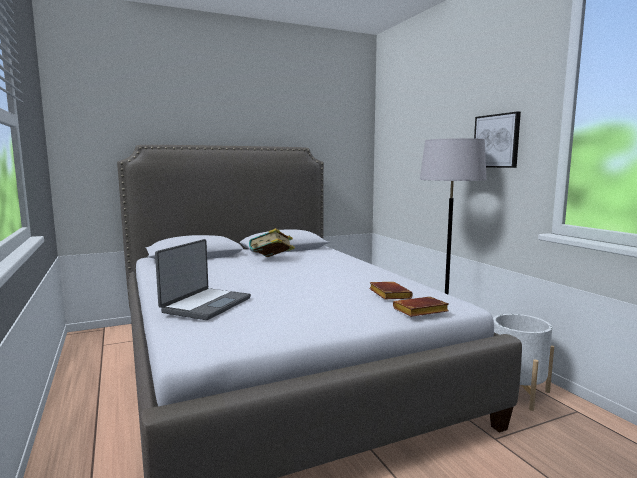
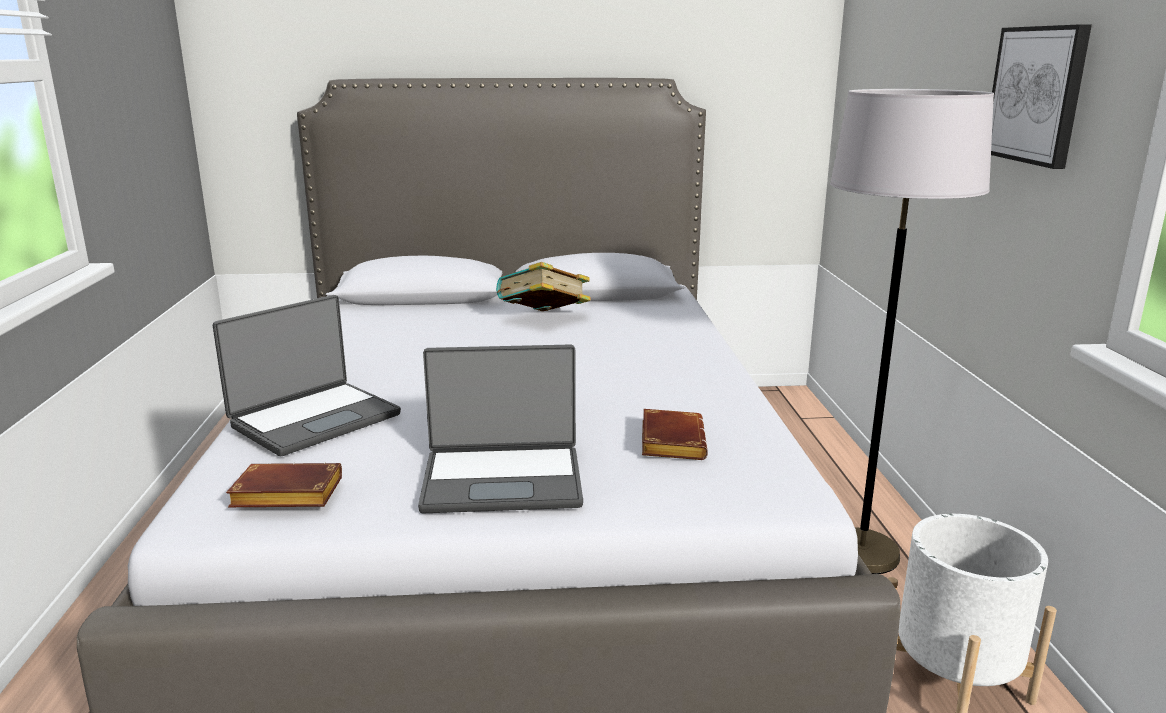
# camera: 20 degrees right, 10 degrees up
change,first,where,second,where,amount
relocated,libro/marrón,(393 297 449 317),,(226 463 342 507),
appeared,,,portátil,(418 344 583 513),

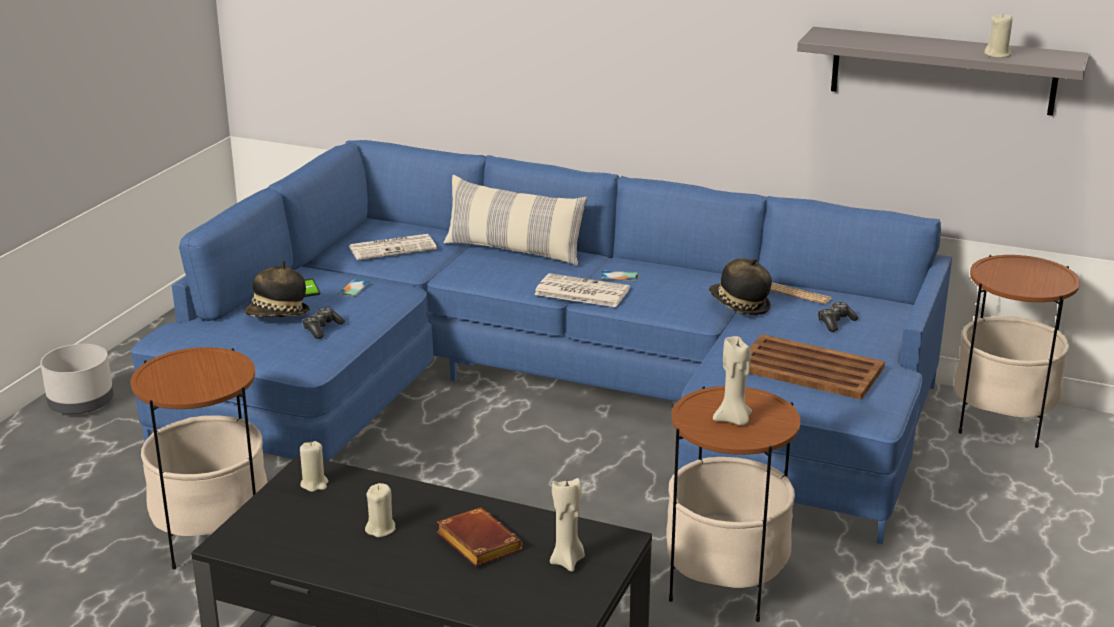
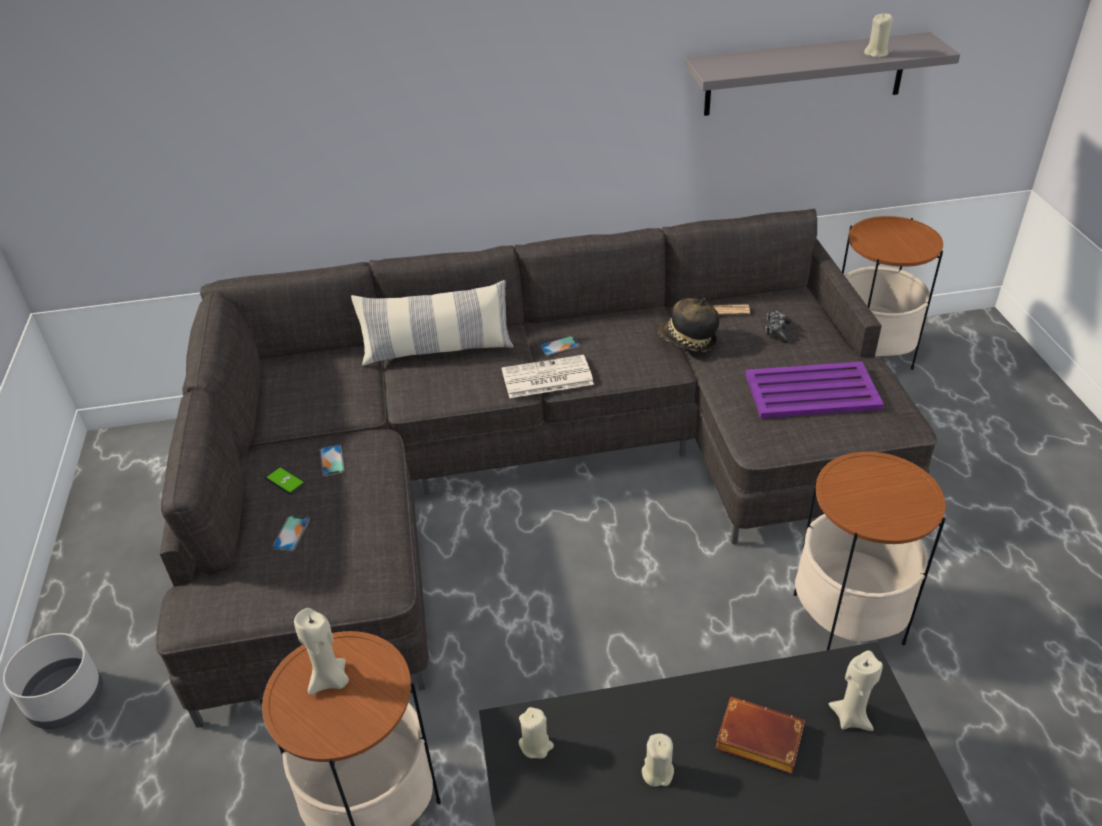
# camera: 30 degrees left, 15 degrees up
change,first,where,second,where,amount
colour,sofá/azul,(131 140 952 544),sofá/gris,(156 208 937 728),
missing,periódico,(349 234 437 260),,,
exchanged,sombrero,(245 260 310 318),móvil,(272 516 310 551),
missing,mando de consola,(302 307 345 339),,,
colour,bandeja/marrón,(749 334 885 400),bandeja/morado,(745 361 884 418),
relocated,vela/beis,(713 336 752 425),,(294 608 349 695),

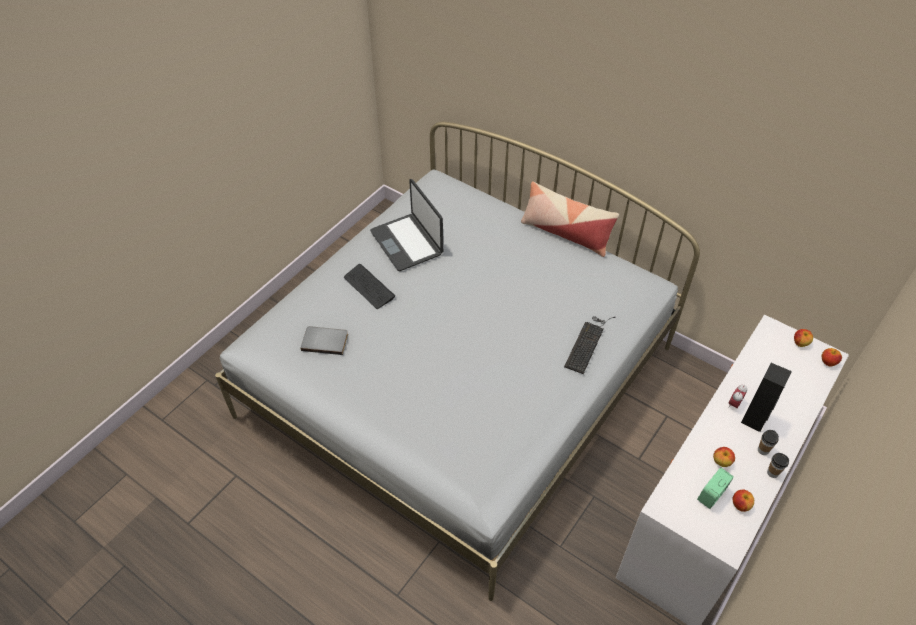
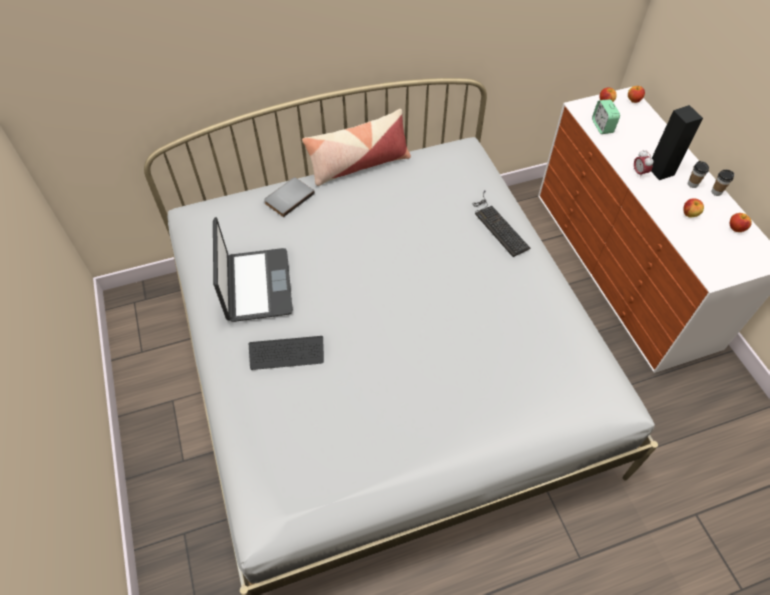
# camera: 55 degrees left, 5 degrees up
change,first,where,second,where,amount
spun,portátil,(370 179 443 271),,(213 217 293 322),105 degrees counterclockwise
relocated,libro/gris,(301 326 348 355),,(264 177 315 217),
relocated,despertador,(697 467 734 509),,(592 99 620 134),

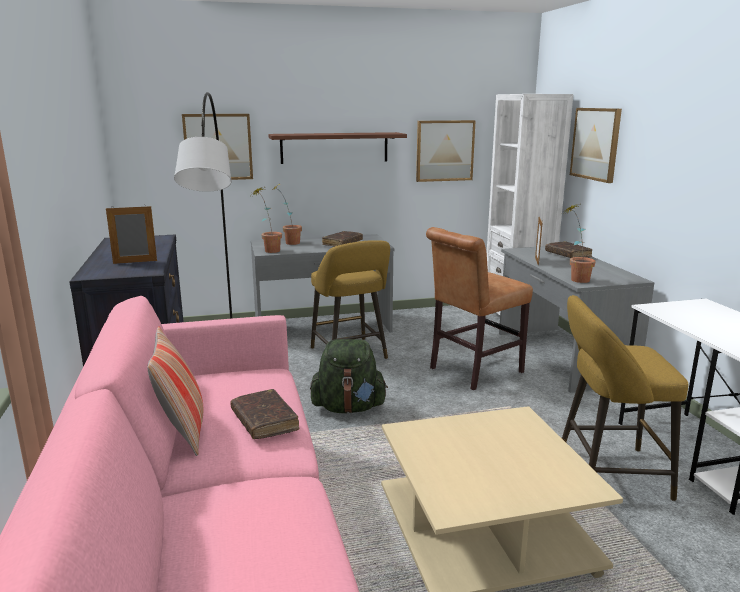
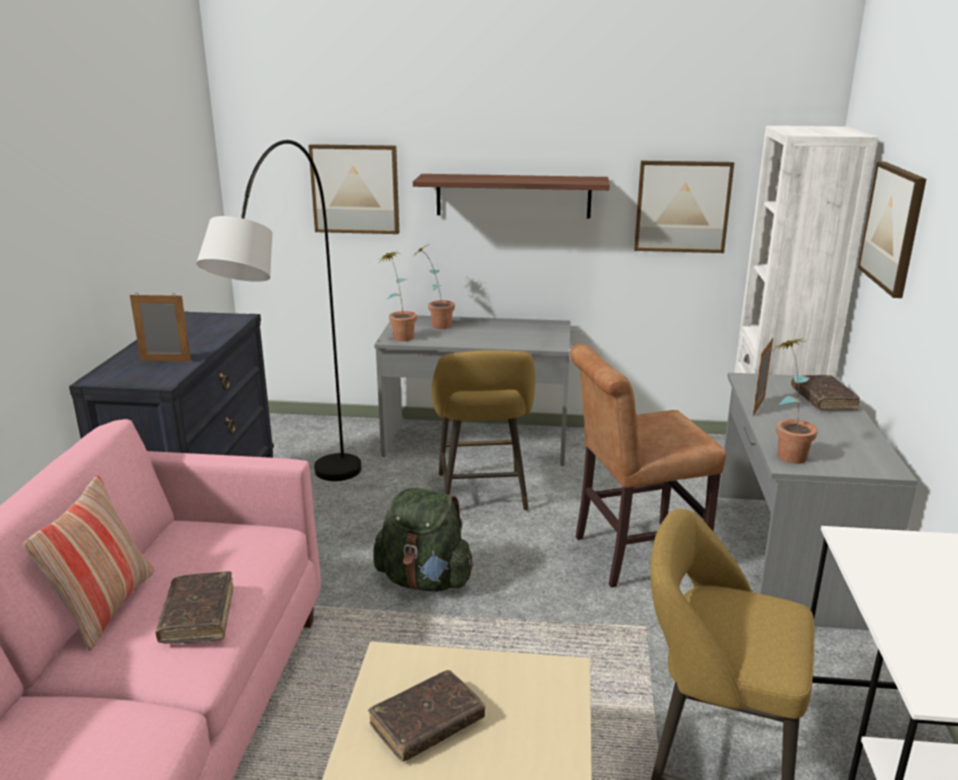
# camera: 20 degrees right, 5 degrees up
change,first,where,second,where,amount
relocated,libro/marrón,(322 231 363 246),,(368 670 485 762),

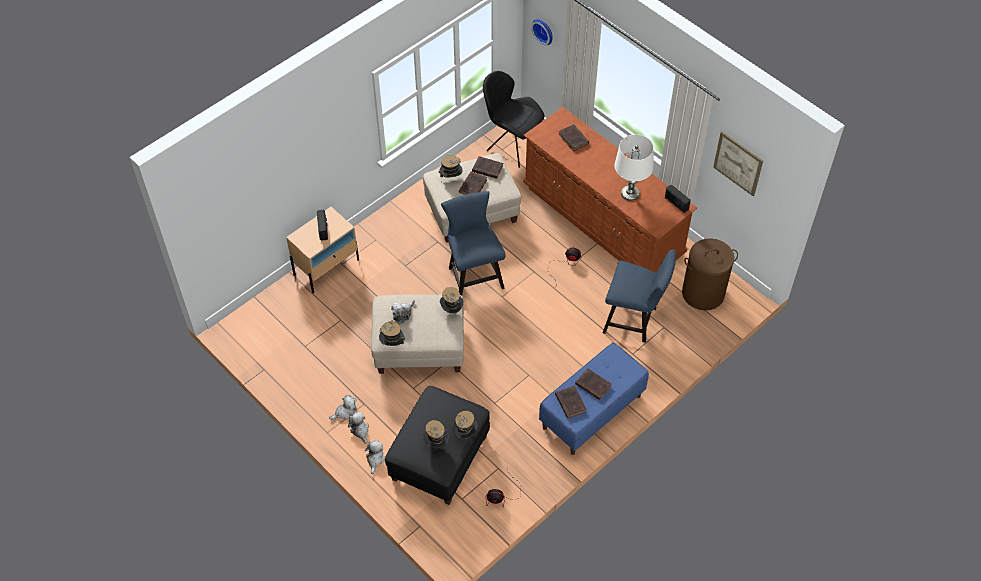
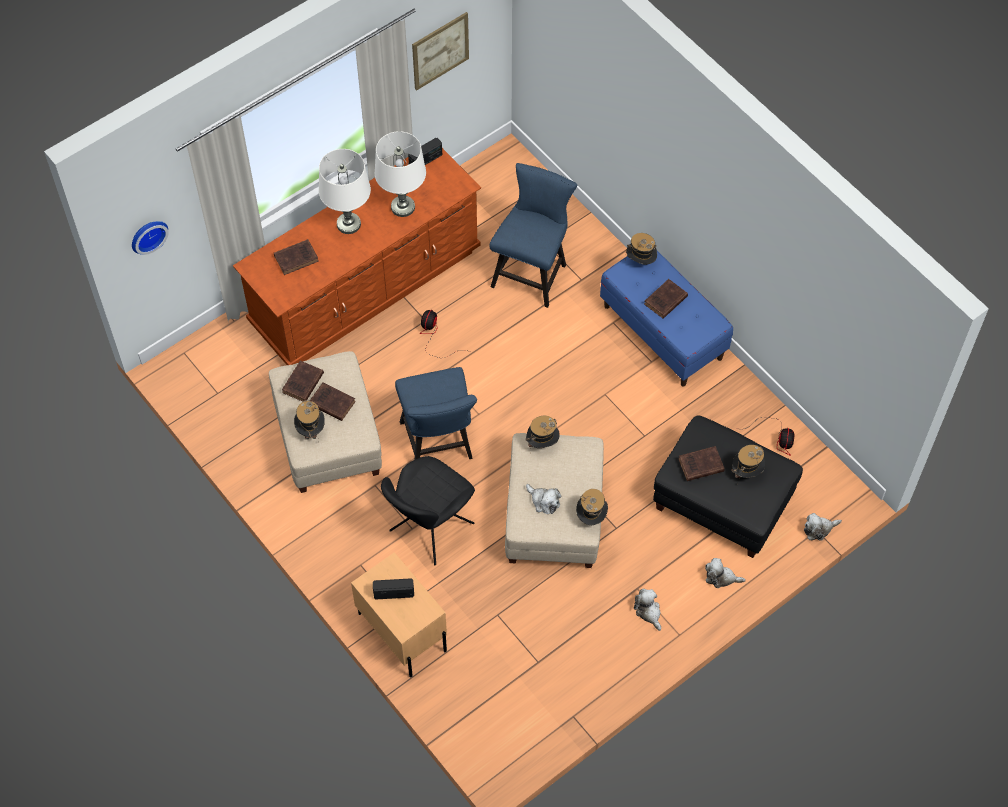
# camera: 85 degrees left, 5 degrees up
change,first,where,second,where,amount
relocated,silla/negro,(483 71 544 168),,(381 456 475 565),
spun,silla/azul,(441 191 505 295),,(395 367 477 459),90 degrees counterclockwise
missing,cesto de la ropa/marrón,(682 238 738 310),,,
relocated,libro/marrón,(555 385 587 419),,(678 446 725 481),
relocated,sombrero,(452 411 478 439),,(625 233 657 265),
relocated,peluche,(348 412 369 444),,(804 513 842 541),
appeared,,,lámpara de mesa/blanco,(319 149 371 234),

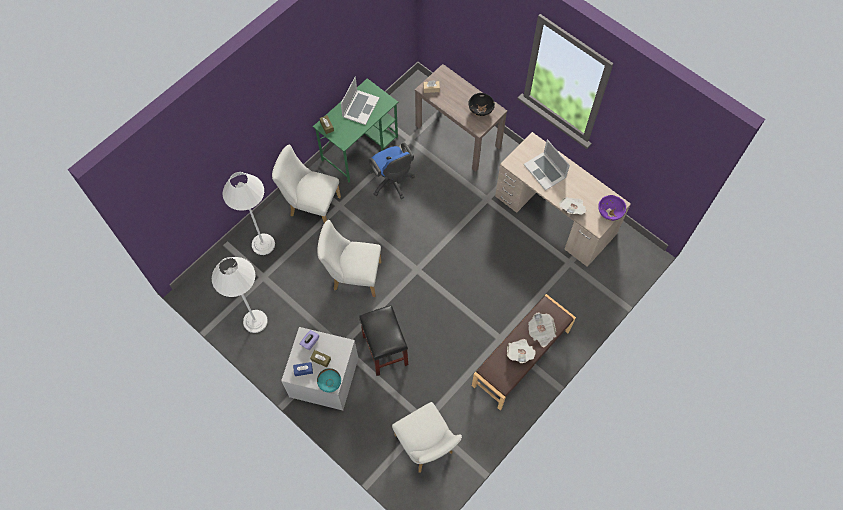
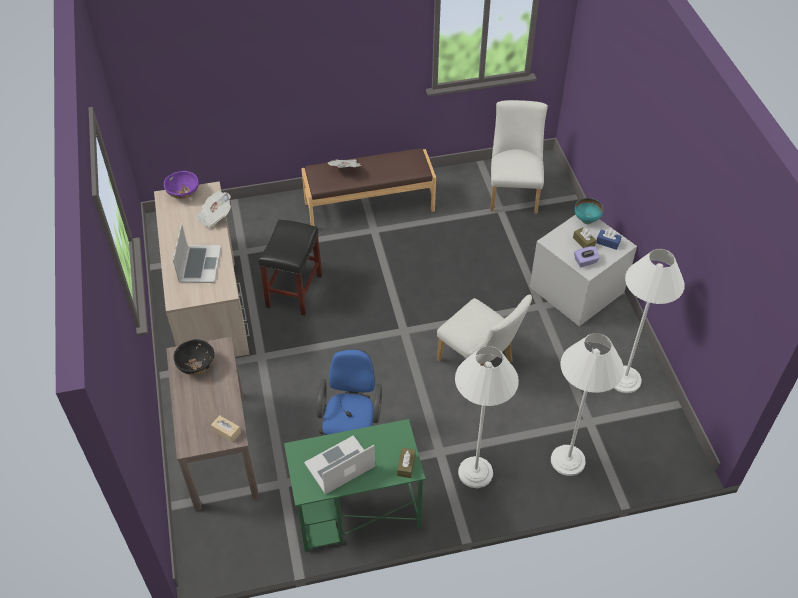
# camera: 145 degrees left, 15 degrees down
change,first,where,second,where,amount
exchanged,silla/blanco,(272 144 341 223),lámpara de pie/blanco,(455 346 519 488),
relocated,taburete/negro,(359 305 408 376),,(259 219 322 316),
missing,periódico,(507 339 536 363),,,

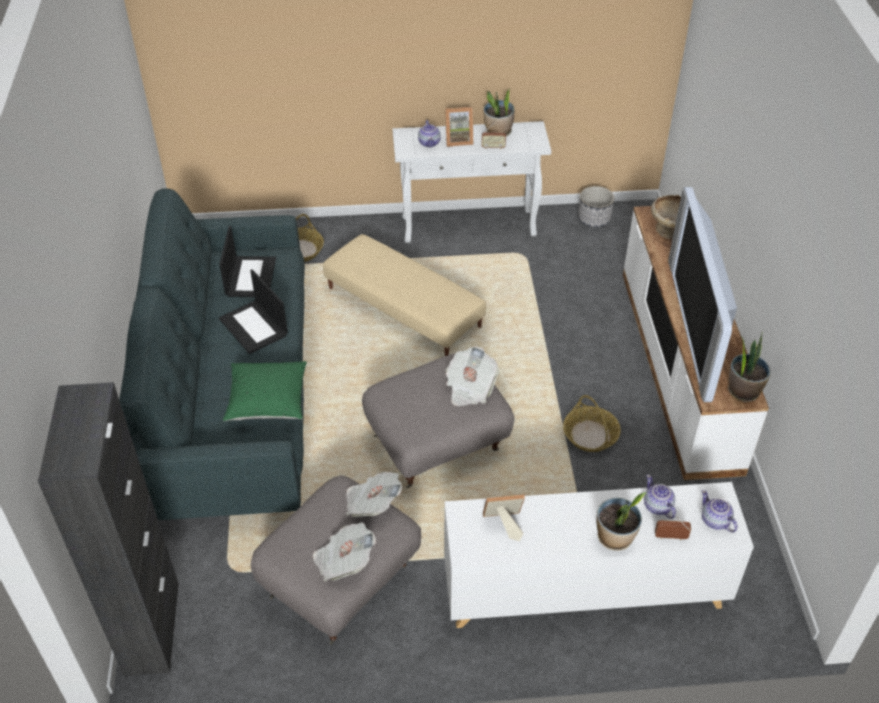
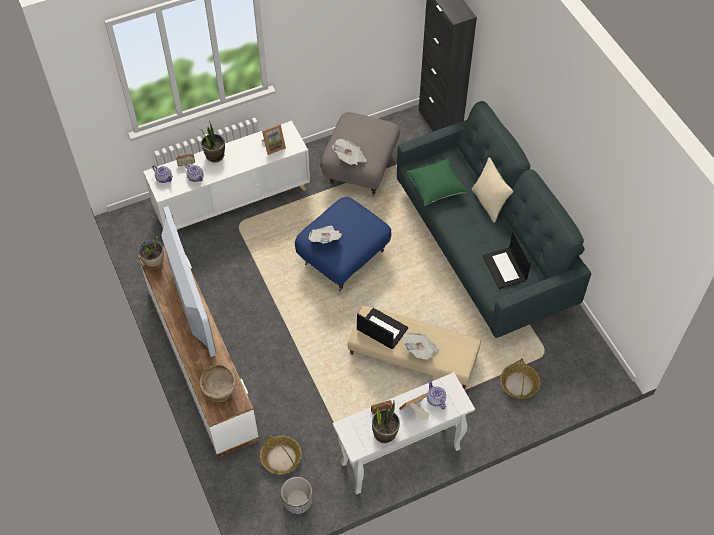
# camera: 160 degrees right, 10 degrees up
change,first,where,second,where,amount
relocated,portátil,(219 269 288 354),,(357 308 408 349),
colour,puf/gris,(362 353 515 488),puf/azul,(295 197 391 291),
relocated,cesta,(563 395 621 452),,(260 435 302 474),
relocated,periódico,(312 523 376 582),,(403 333 440 360),
appeared,,,cojín/beis,(472 157 513 223),

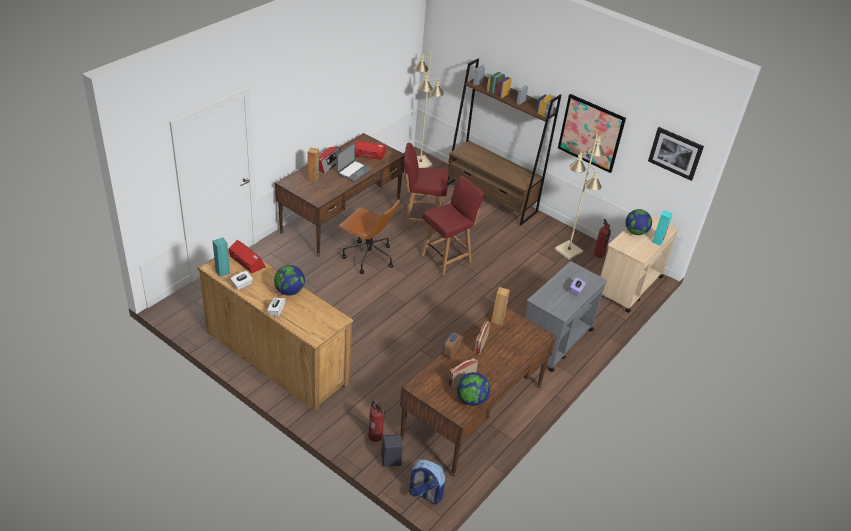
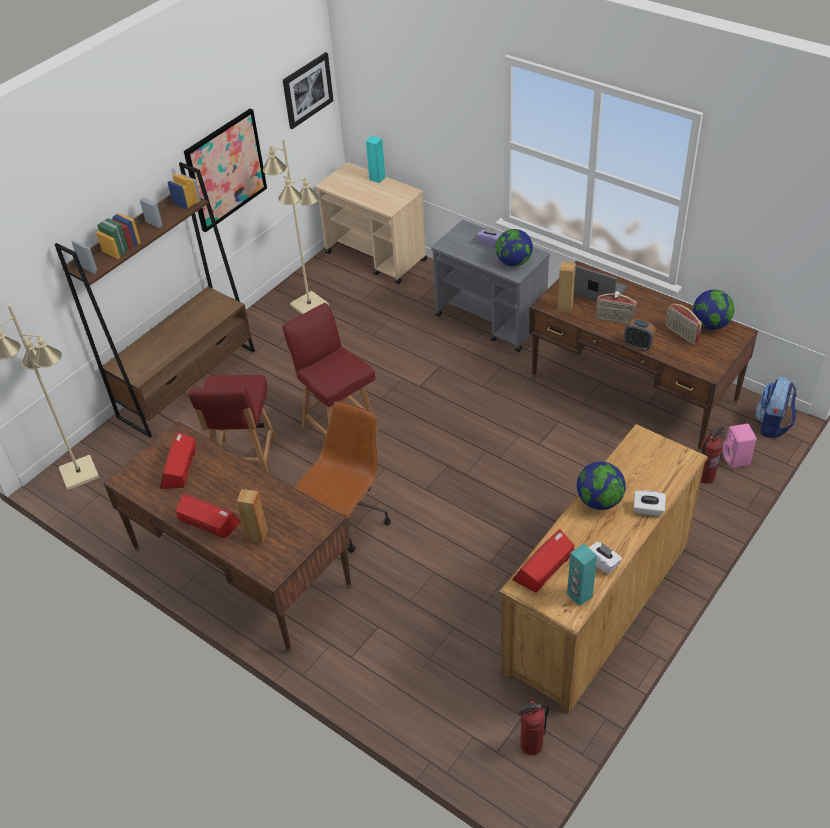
# camera: 85 degrees left, 5 degrees up
change,first,where,second,where,amount
relocated,portátil,(336 142 372 182),,(574 265 627 301),
relocated,globo terráqueo,(625 209 652 235),,(496 229 533 267),
relocated,extintor,(593 219 611 258),,(518 701 549 755),
colour,altavoz/negro,(381 434 402 467),altavoz/rosa,(722 424 757 468),

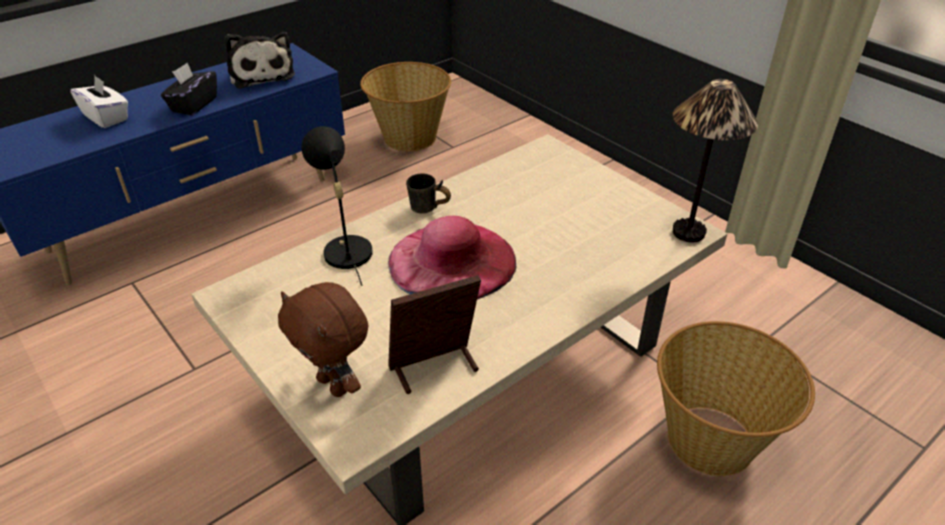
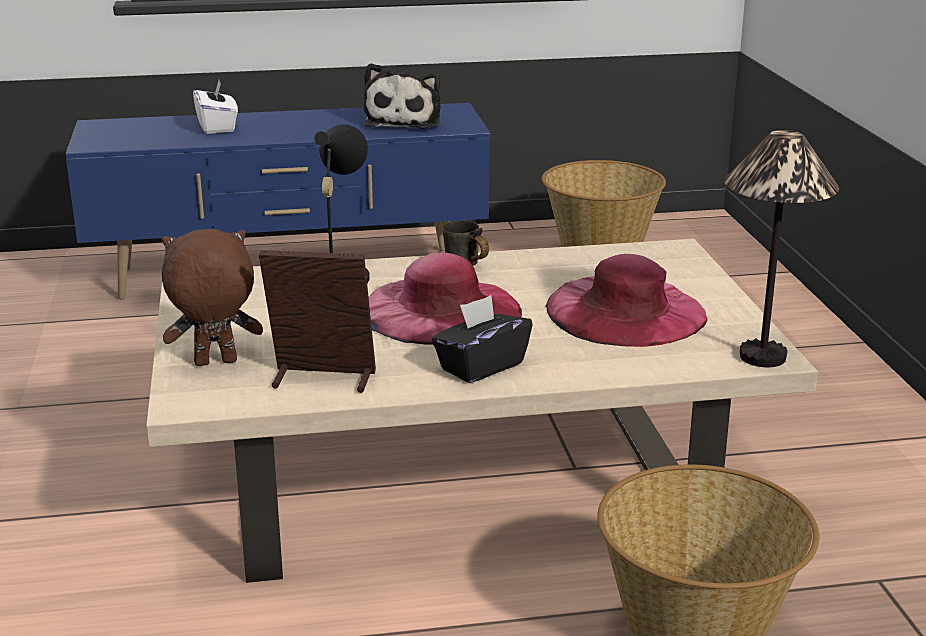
# camera: 30 degrees right, 15 degrees down
change,first,where,second,where,amount
relocated,caja de pañuelos/negro,(161 63 217 115),,(431 295 533 383),
spun,peluche/marrón,(278 282 368 397),,(162 229 263 366),90 degrees clockwise
appeared,,,sombrero/rosa,(546 254 708 347),

